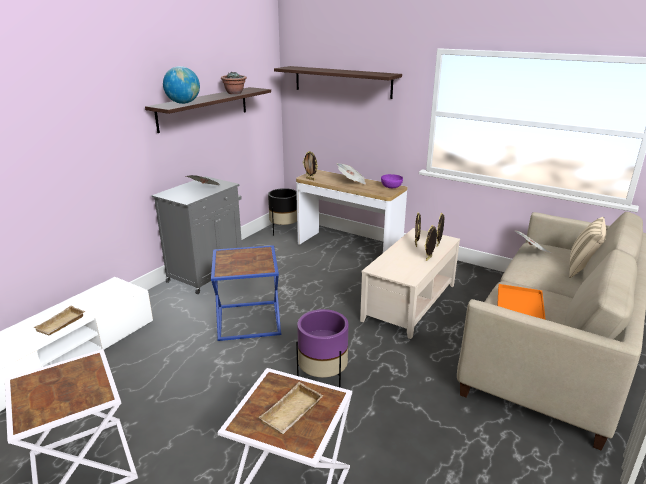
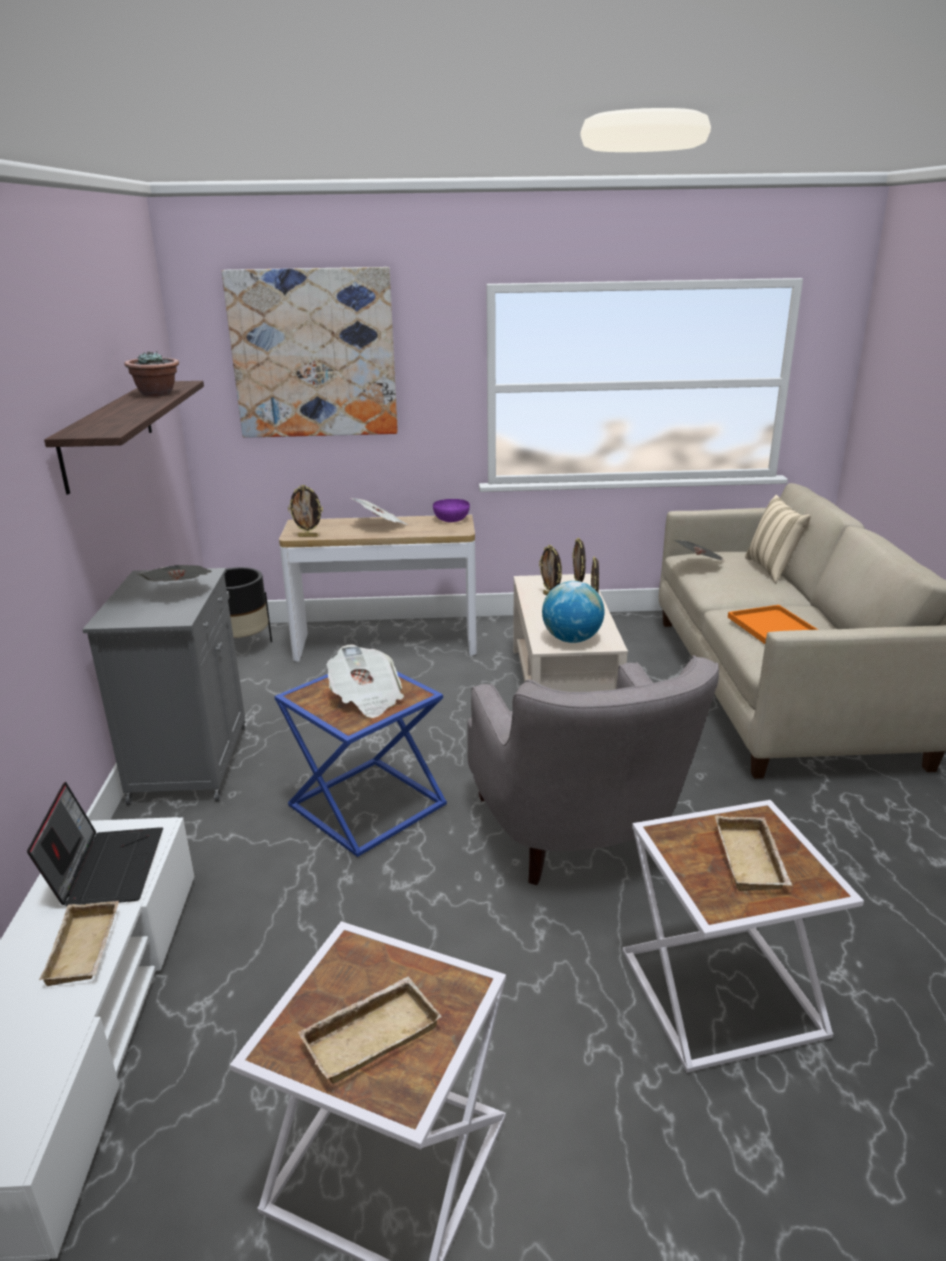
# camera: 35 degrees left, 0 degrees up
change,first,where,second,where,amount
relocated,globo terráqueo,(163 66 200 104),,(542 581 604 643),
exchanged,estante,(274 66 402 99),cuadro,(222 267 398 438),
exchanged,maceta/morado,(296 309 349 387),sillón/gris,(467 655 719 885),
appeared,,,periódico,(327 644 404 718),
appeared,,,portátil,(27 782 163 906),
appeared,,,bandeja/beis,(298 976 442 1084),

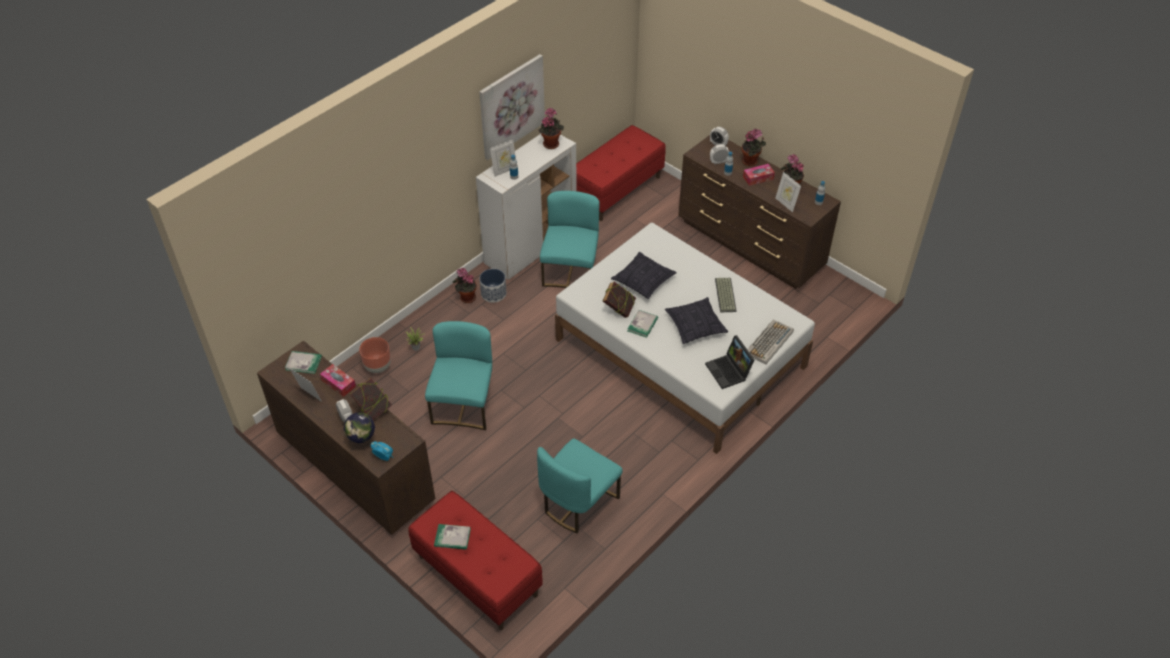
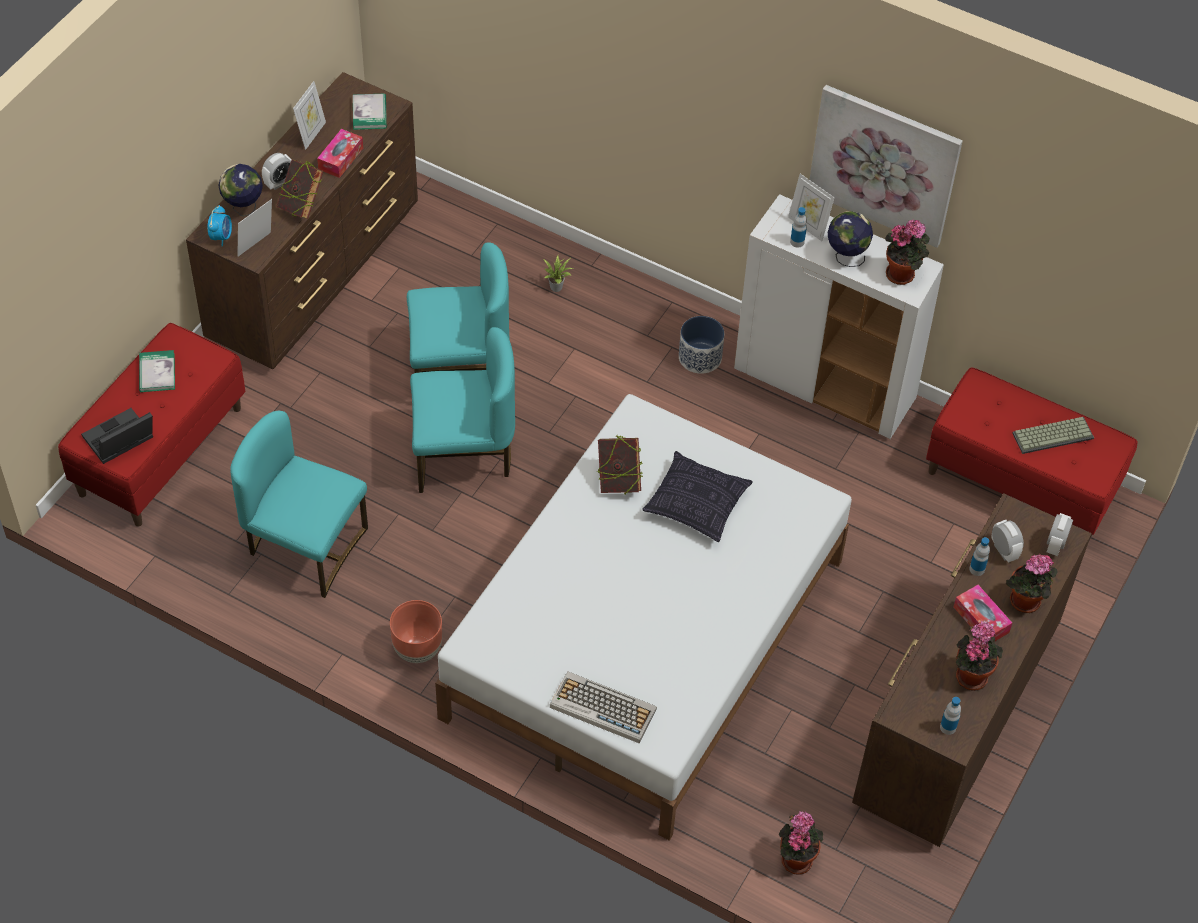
# camera: 75 degrees right, 5 degrees up
change,first,where,second,where,amount
relocated,portarretratos,(775 172 801 212),,(237 199 272 257),
relocated,silla/turquesa,(540 191 599 288),,(410 327 515 493),
relocated,planta en maceta,(452 268 477 303),,(779 811 823 875),
relocated,teclado,(715 278 737 312),,(1012 417 1094 454),
missing,cojín,(665 297 728 344),,,
missing,libro,(628 310 658 338),,,
relocated,portátil,(705 335 755 389),,(81 408 153 464),
relocated,maceta/marrón,(359 337 391 373),,(390 600 442 663),
appeared,,,globo terráqueo,(828 211 873 267),

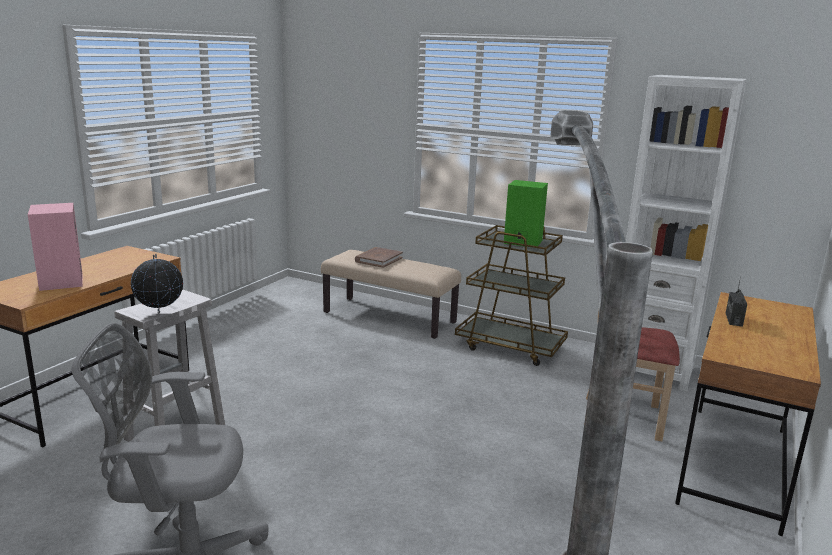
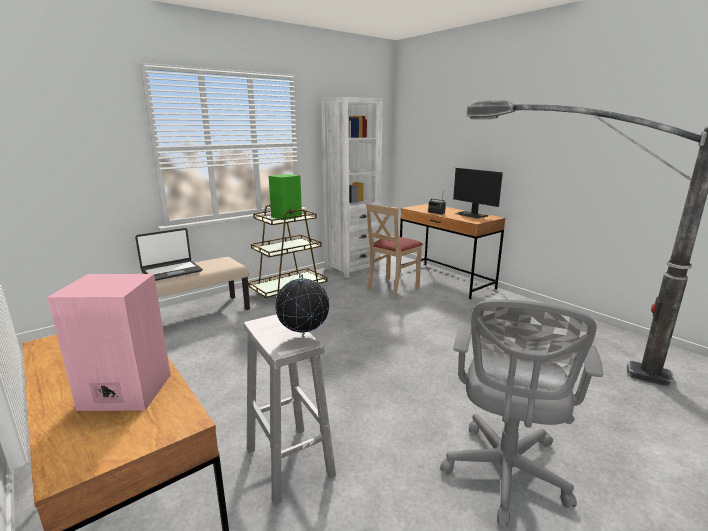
# camera: 65 degrees left, 0 degrees up
change,first,where,second,where,amount
exchanged,libro/marrón,(355 247 403 268),portátil,(135 228 202 281),
appeared,,,monitor,(453 168 503 219),

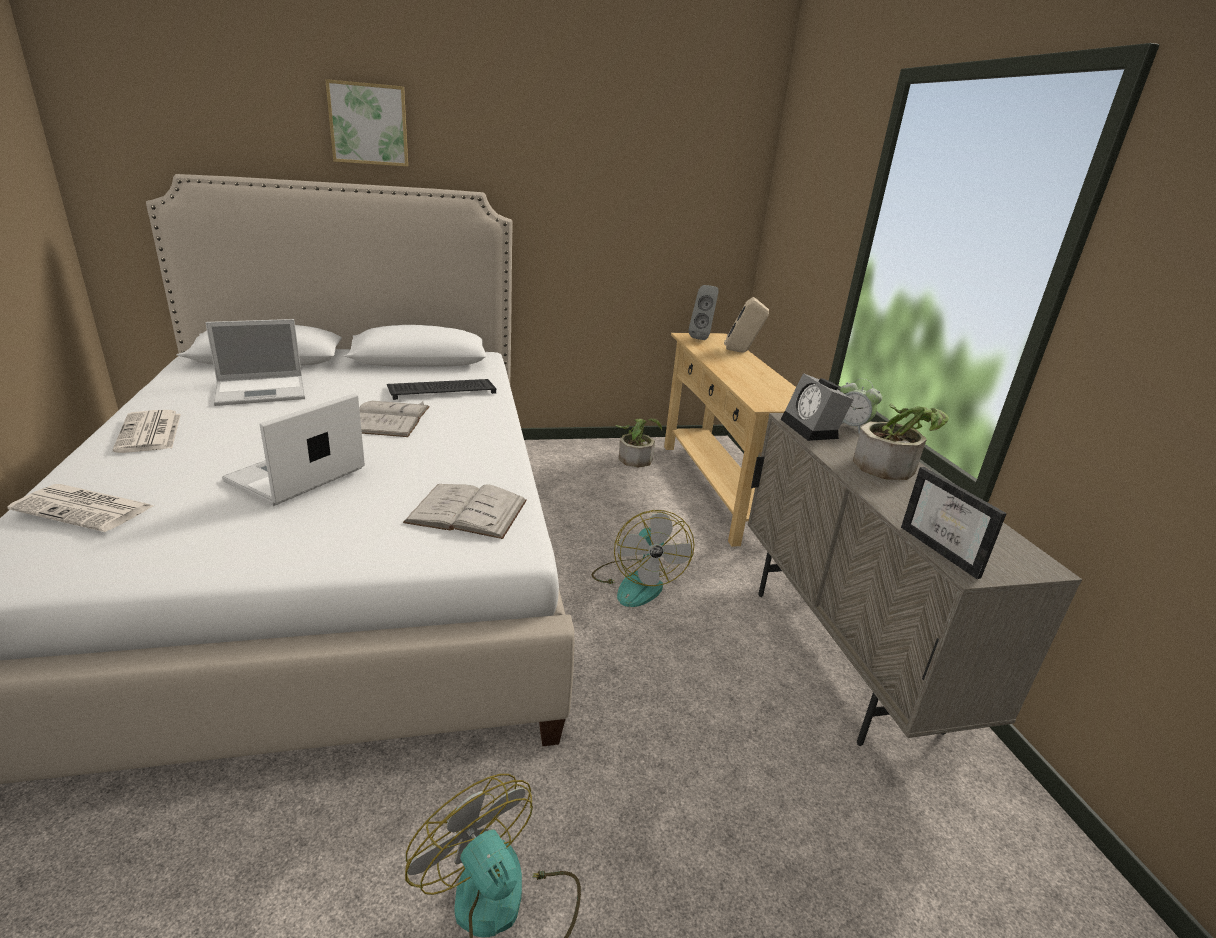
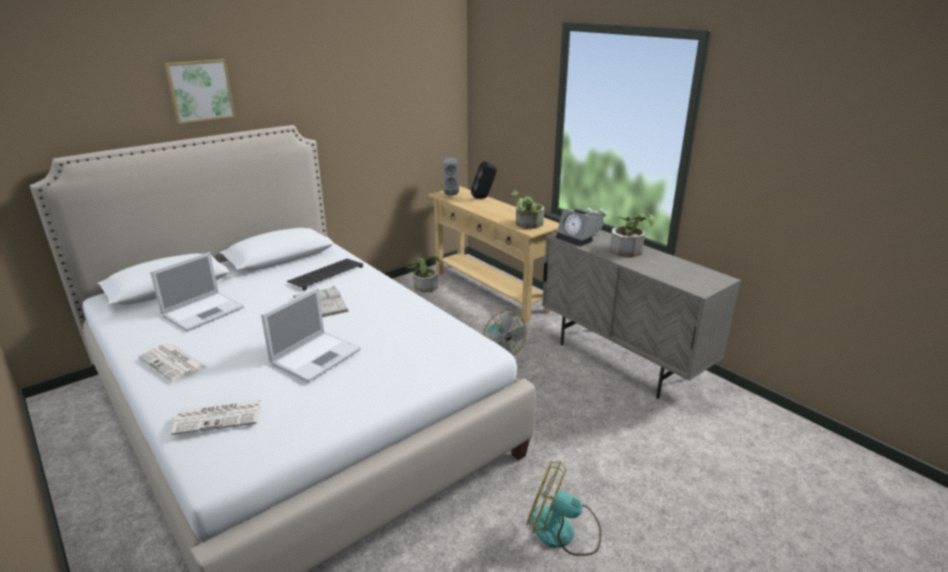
# camera: 25 degrees left, 0 degrees up
change,first,where,second,where,amount
colour,altavoz/beis,(724 297 769 352),altavoz/negro,(471 161 497 199),
spun,portátil,(222 393 365 506),,(261 288 361 383),150 degrees counterclockwise
missing,portarretratos,(901 467 1007 579),,,
missing,libro/blanco,(403 484 527 539),,,
appeared,,,planta en maceta,(510 190 544 229),

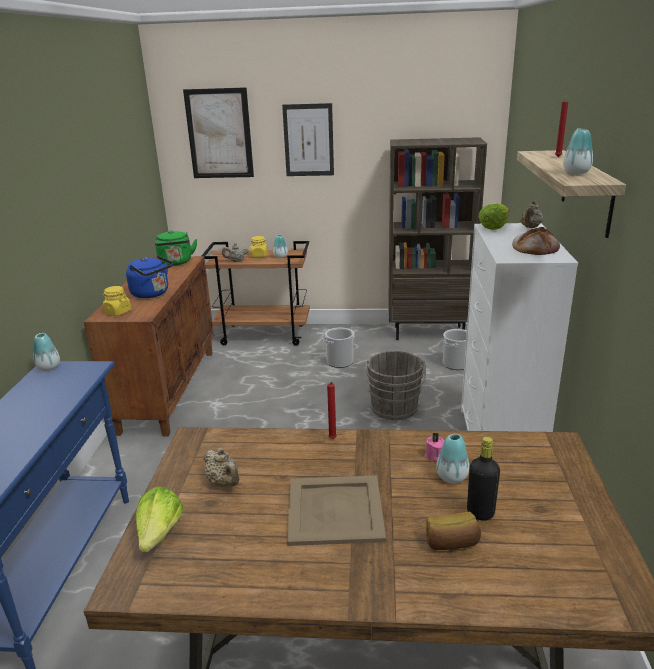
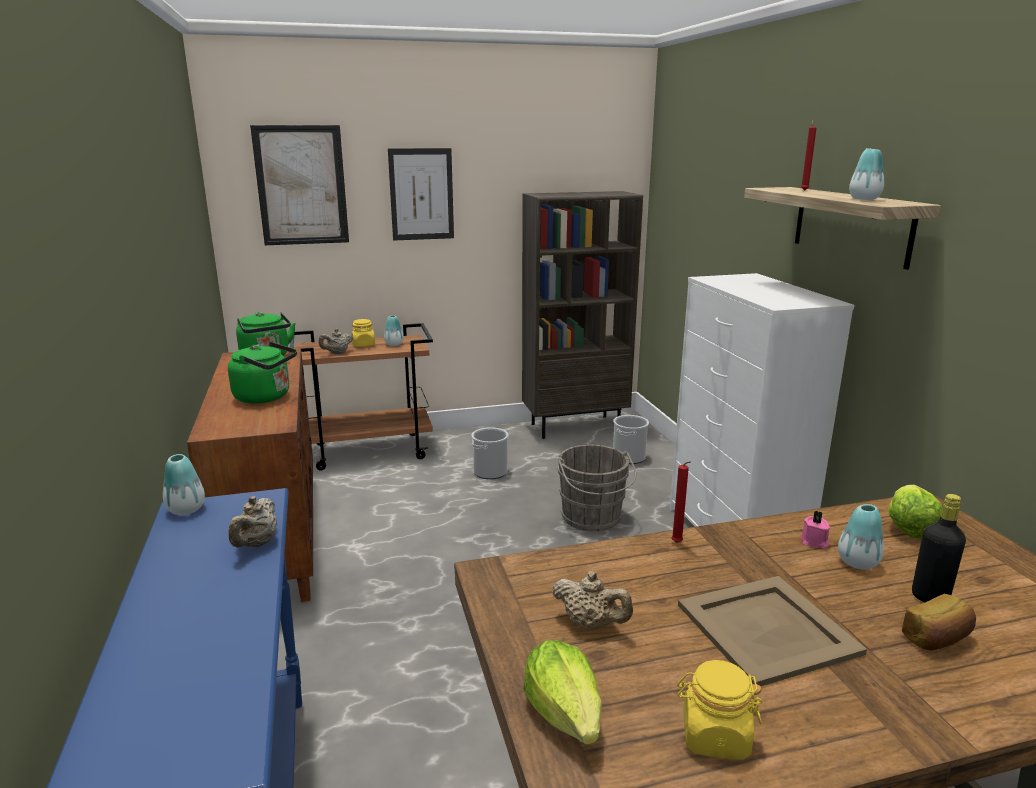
# camera: 20 degrees left, 5 degrees down
change,first,where,second,where,amount
relocated,tetera/beis,(520 201 543 228),,(229 496 277 548),
relocated,lechuga,(478 203 509 230),,(888 485 942 539),
missing,pan,(512 227 560 255),,,
colour,hervidor/azul,(126 255 173 298),hervidor/verde,(228 342 297 404),
relocated,tarro/amarillo,(103 286 131 316),,(677 660 762 760),

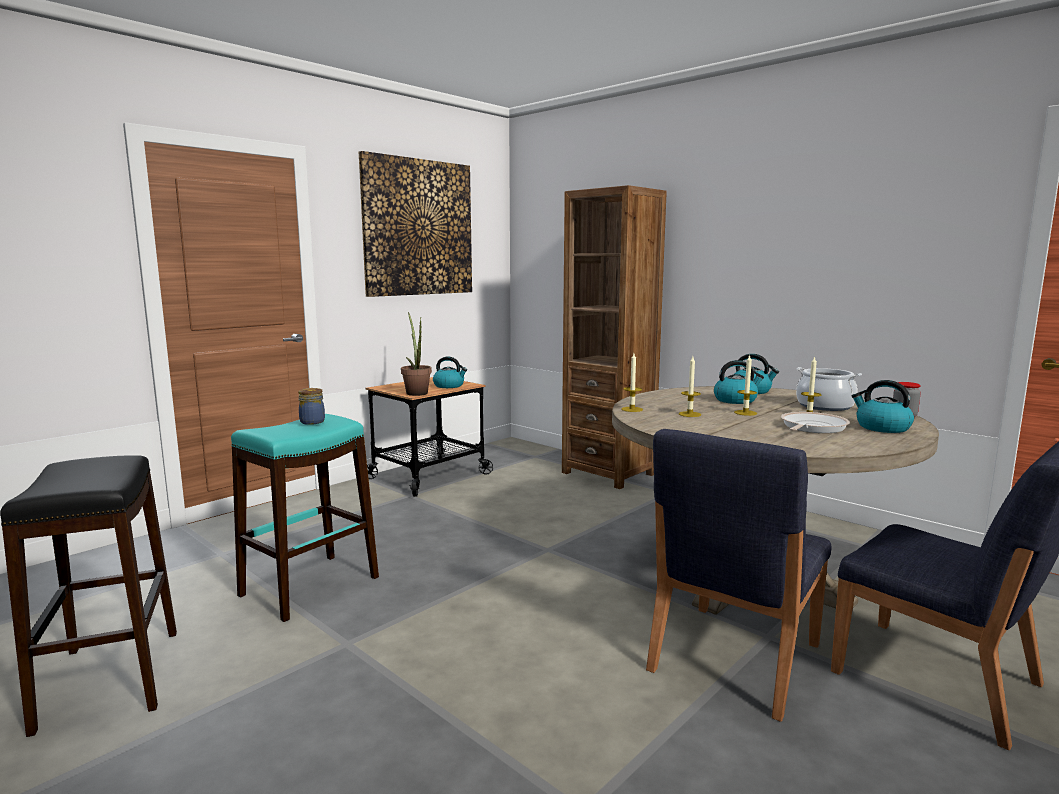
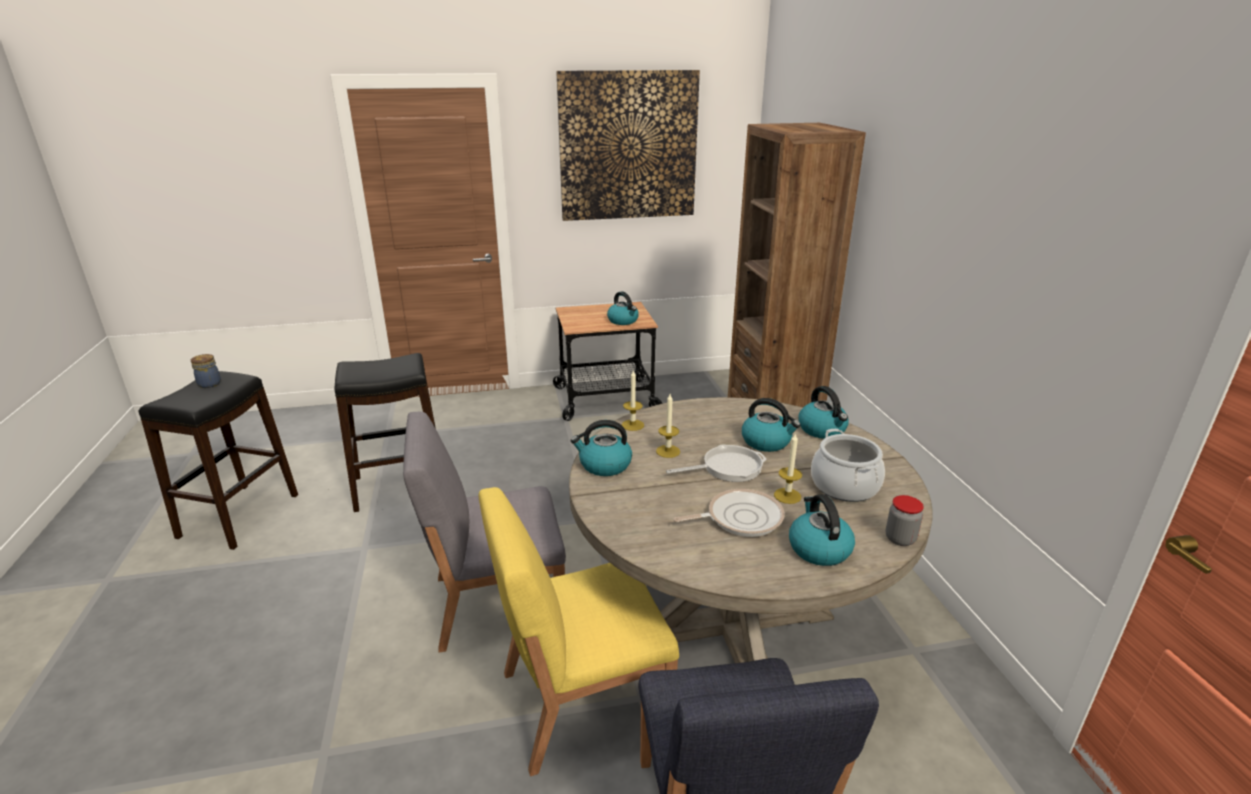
# camera: 35 degrees right, 15 degrees up
change,first,where,second,where,amount
missing,planta en maceta,(401 312 432 396),,,
exchanged,vela,(734 354 757 416),sartén,(666 445 767 482),
relocated,tarro,(298 388 325 425),,(191 354 221 388),
colour,taburete/turquesa,(231 414 379 622),taburete/negro,(334 353 436 512),
colour,silla/azul,(646 429 832 722),silla/amarillo,(479 487 679 776),
appeared,,,silla/gris,(403 411 566 652),
appeared,,,hervidor,(571 420 632 476),

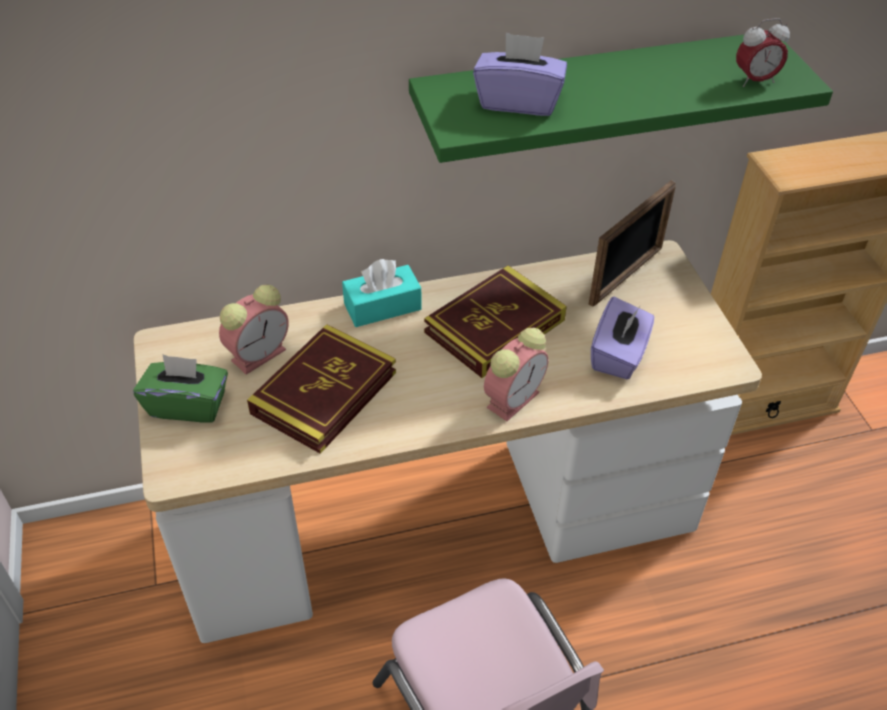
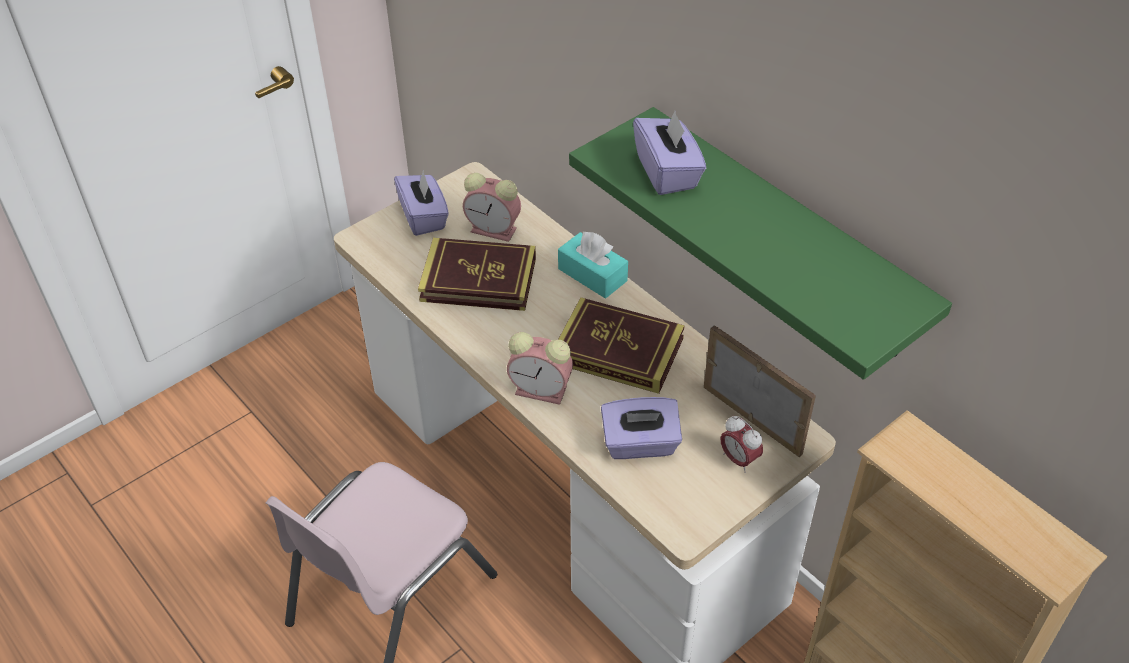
# camera: 65 degrees right, 0 degrees up
change,first,where,second,where,amount
relocated,despertador,(736 18 790 87),,(720 416 763 473),
spun,portarretratos,(589 180 676 307),,(704 325 816 457),150 degrees counterclockwise
colour,caja de pañuelos/verde,(133 354 228 423),caja de pañuelos/morado,(394 169 449 236),

